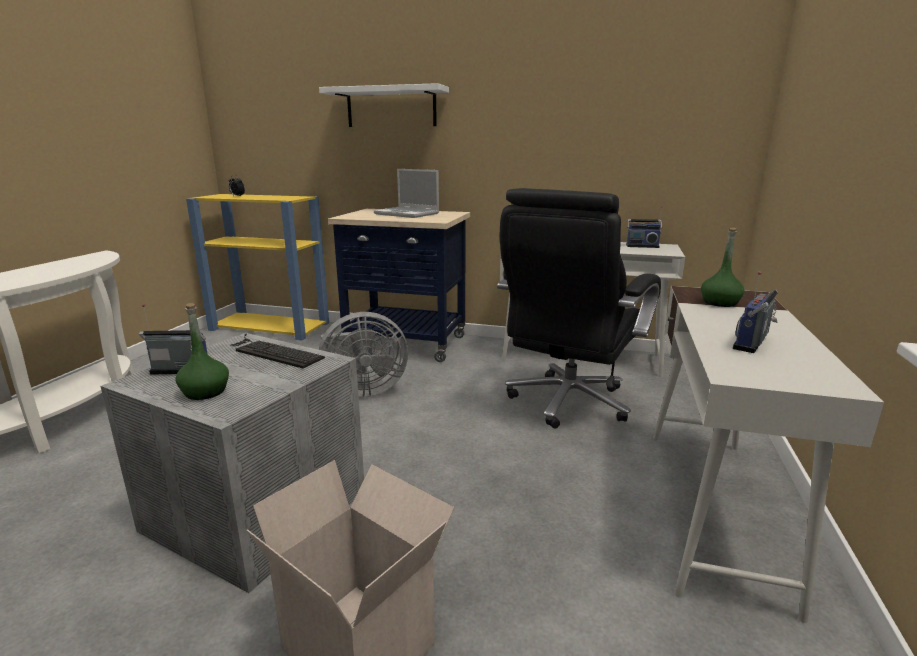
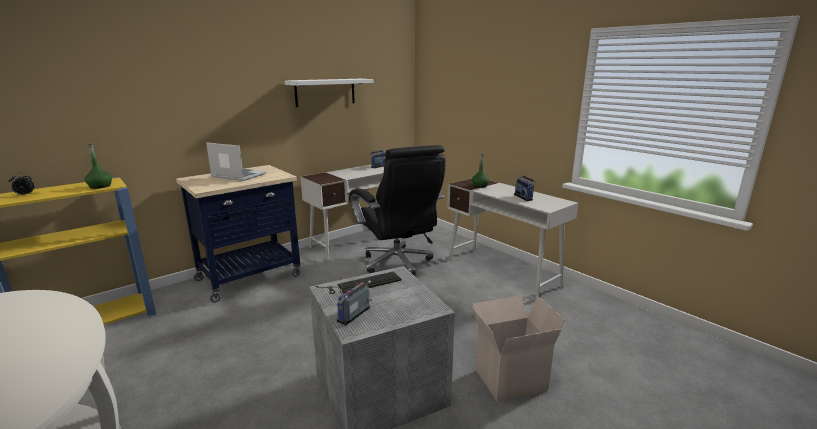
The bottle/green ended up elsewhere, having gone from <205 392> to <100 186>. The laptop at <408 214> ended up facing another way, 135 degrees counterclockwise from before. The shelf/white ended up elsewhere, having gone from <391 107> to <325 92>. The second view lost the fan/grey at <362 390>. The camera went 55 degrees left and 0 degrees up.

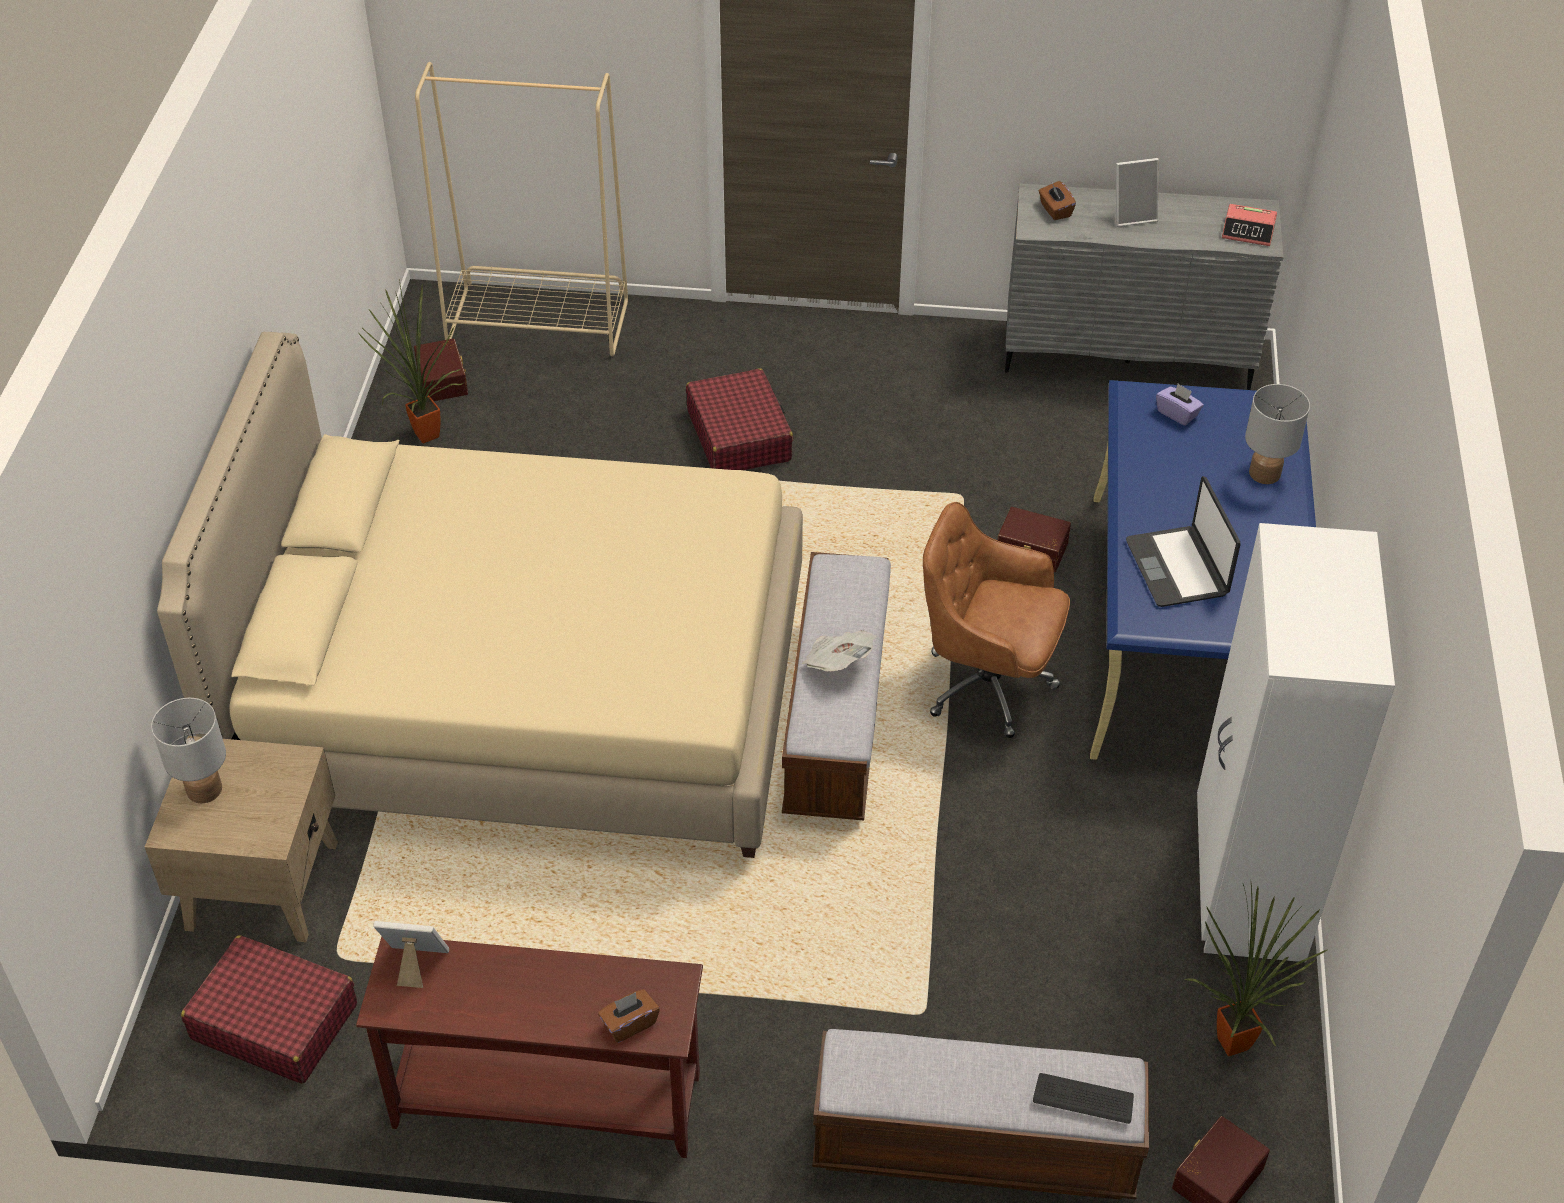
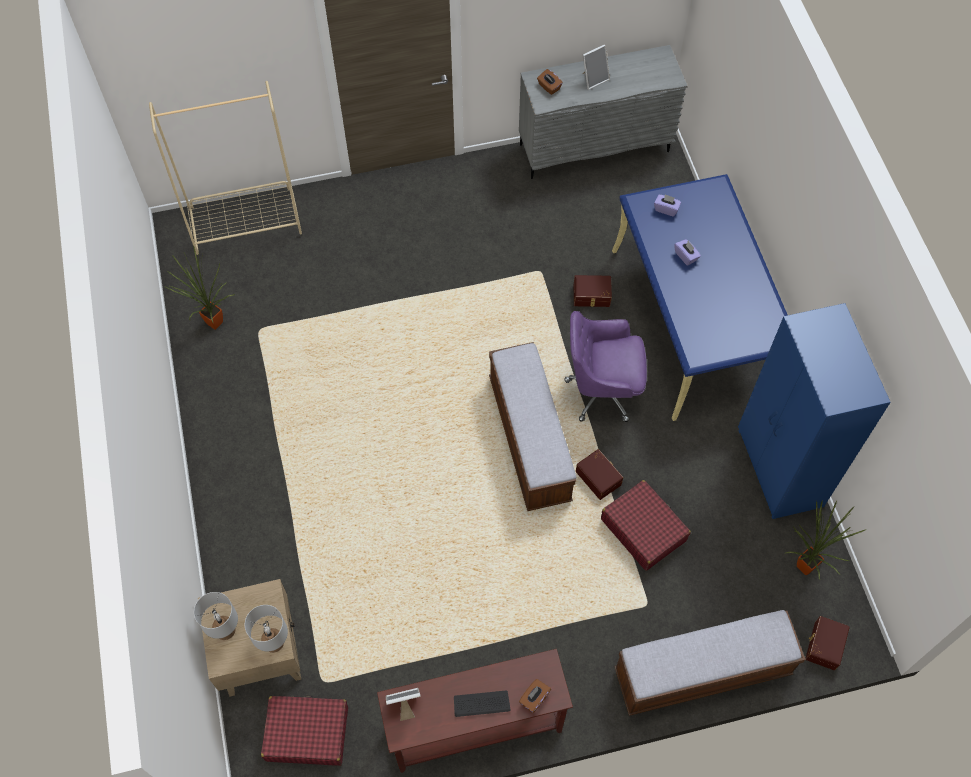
The table lamp/grey ended up elsewhere, having gone from <1264 473> to <273 642>. The keyboard ended up elsewhere, having gone from <1083 1099> to <481 704>. What was the office chair/brown at <988 684> turned into the office chair/purple at <602 391>. The storage box/brown ended up elsewhere, having gone from <444 380> to <599 477>. The suitcase/red ended up elsewhere, having gone from <739 435> to <643 529>. The second view gained the tissue box/purple at <686 256>. What was the wardrobe/white at <1247 882> turned into the wardrobe/blue at <778 469>. The second view lost the bed/beige at <524 691>. The second view lost the newspaper at <838 662>. The second view lost the laptop at <1178 568>. The second view lost the alarm clock at <1248 231>. The camera went 20 degrees left and 15 degrees up.

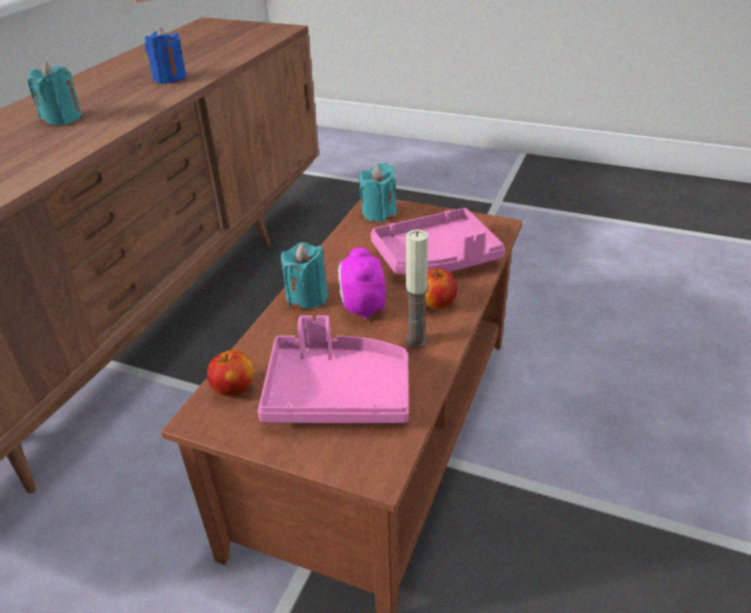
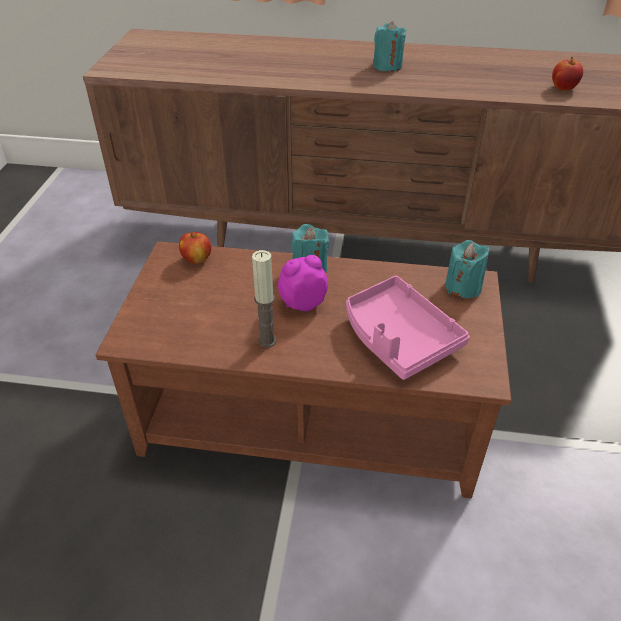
The apple ended up elsewhere, having gone from <437 304> to <563 88>. The second view lost the candle/blue at <170 78>. The second view lost the tray/pink at <337 393>. The camera went 75 degrees right and 5 degrees up.

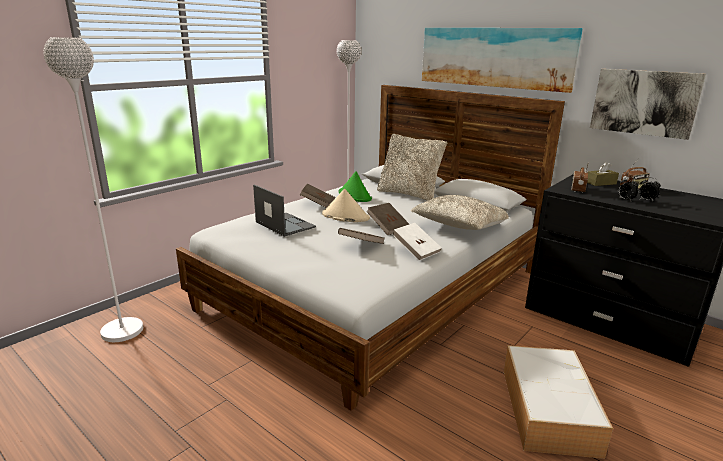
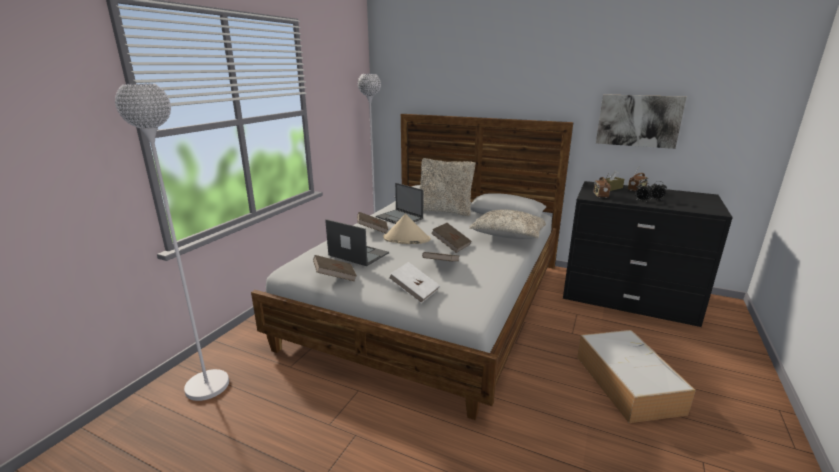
The second view gained the book/brown at <335 277>. Where the hat/green stood at <355 195>, the laptop came to stand at <400 218>. The book/white ended up elsewhere, having gone from <416 251> to <414 291>. The second view lost the picture at <494 57>. The camera went 15 degrees left and 0 degrees up.

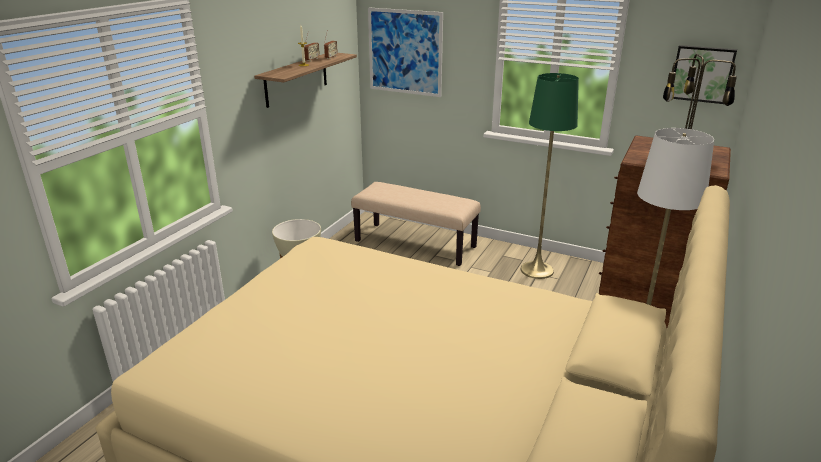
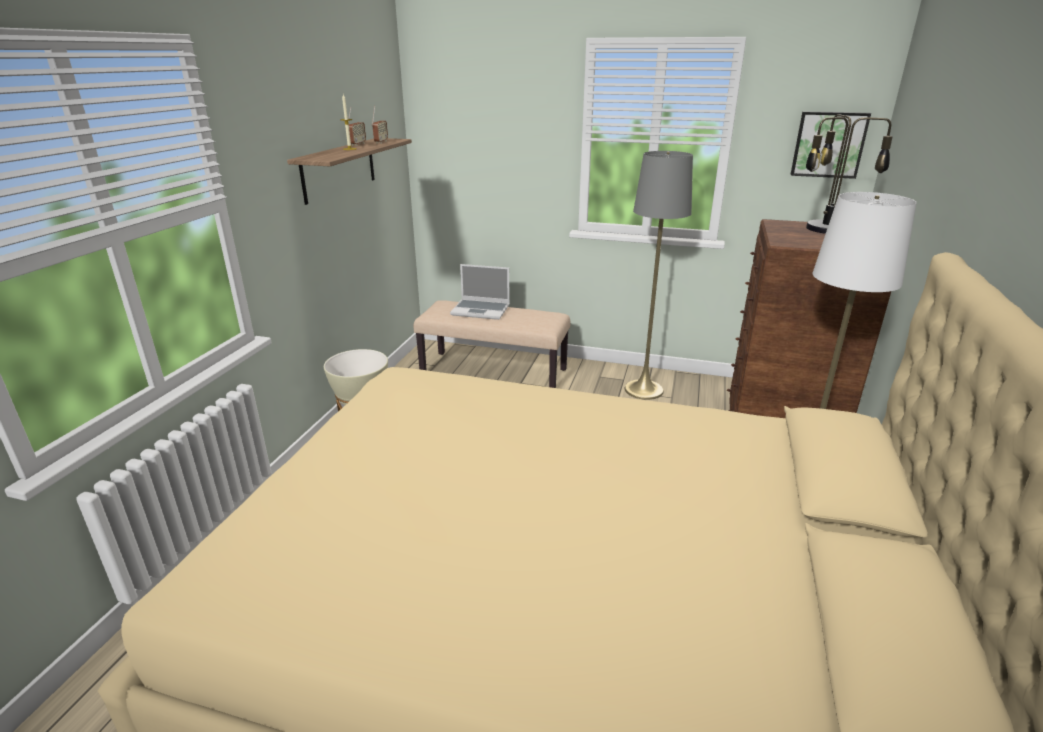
The second view gained the laptop at <481 310>. What was the floor lamp/green at <537 270> turned into the floor lamp/grey at <644 390>. The second view lost the picture at <405 52>. The camera went 10 degrees left and 0 degrees up.

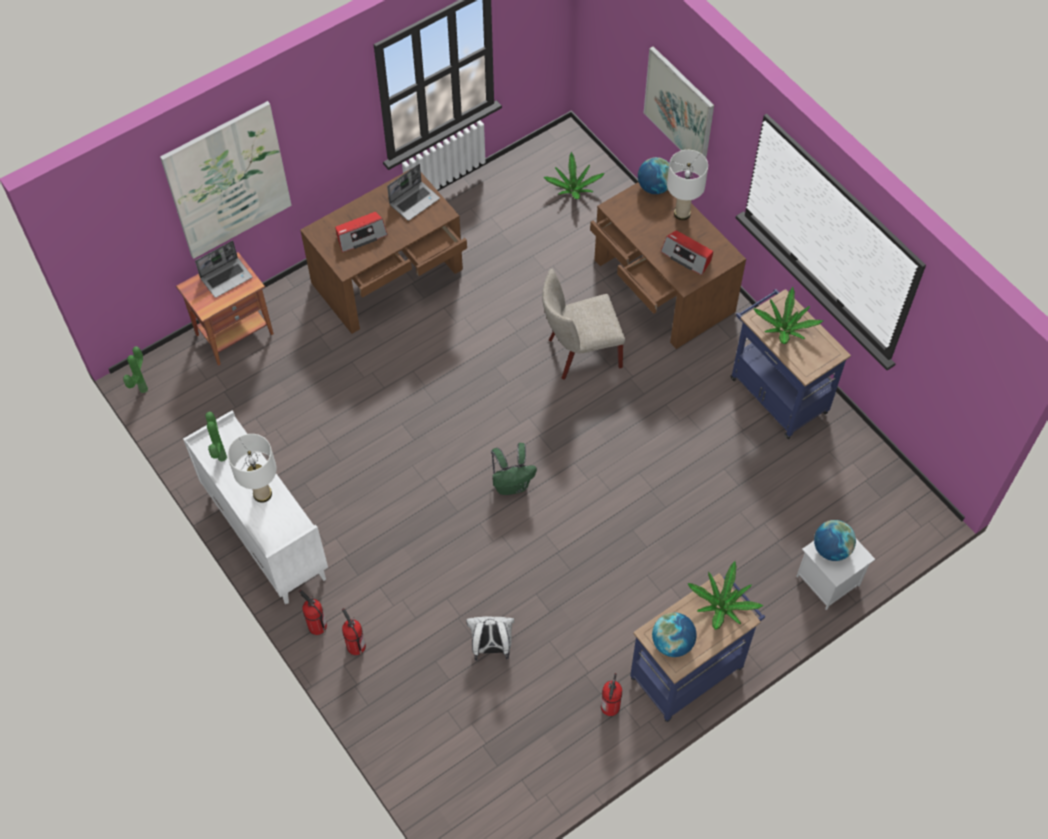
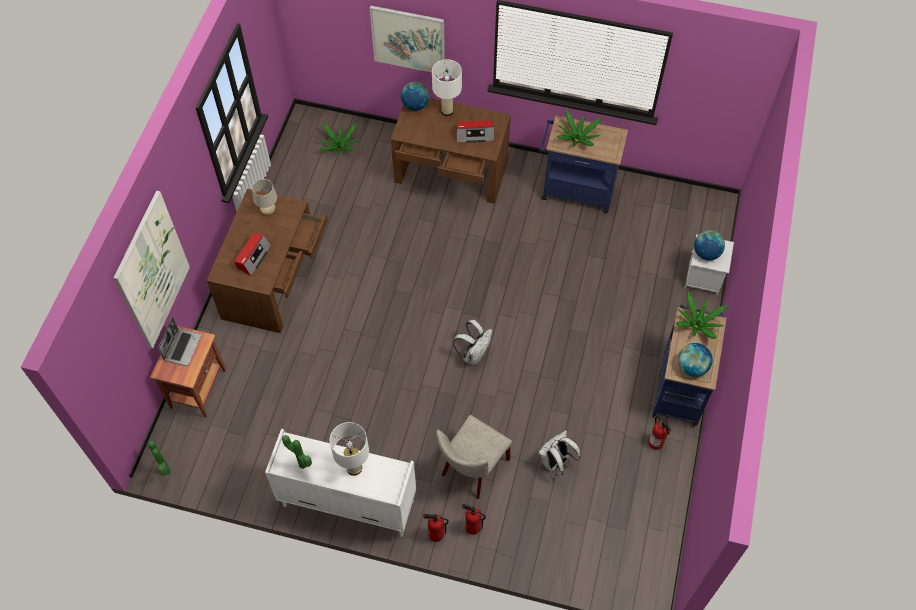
Where the laptop stood at <414 201>, the table lamp/beige came to stand at <268 211>. The chair/beige ended up elsewhere, having gone from <579 353> to <472 470>. What was the backpack/green at <512 484> turned into the backpack/white at <474 354>. The camera went 40 degrees left and 0 degrees up.

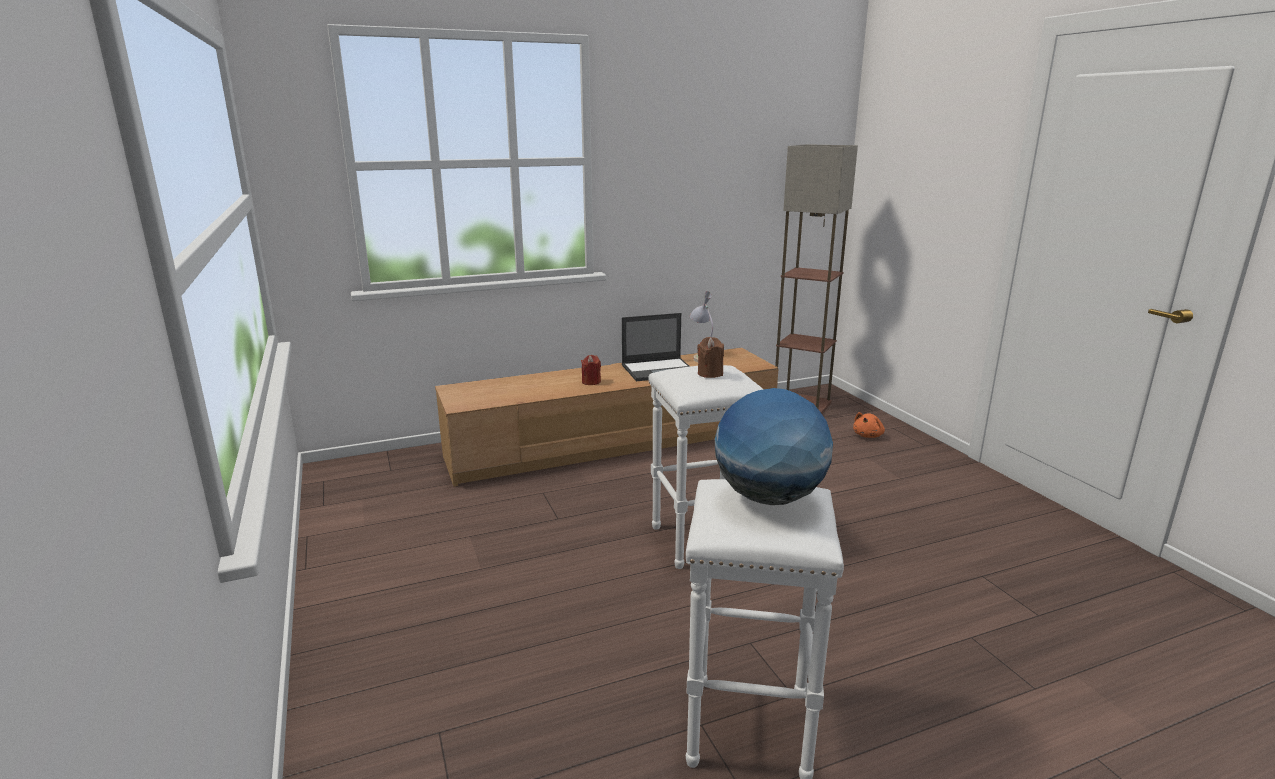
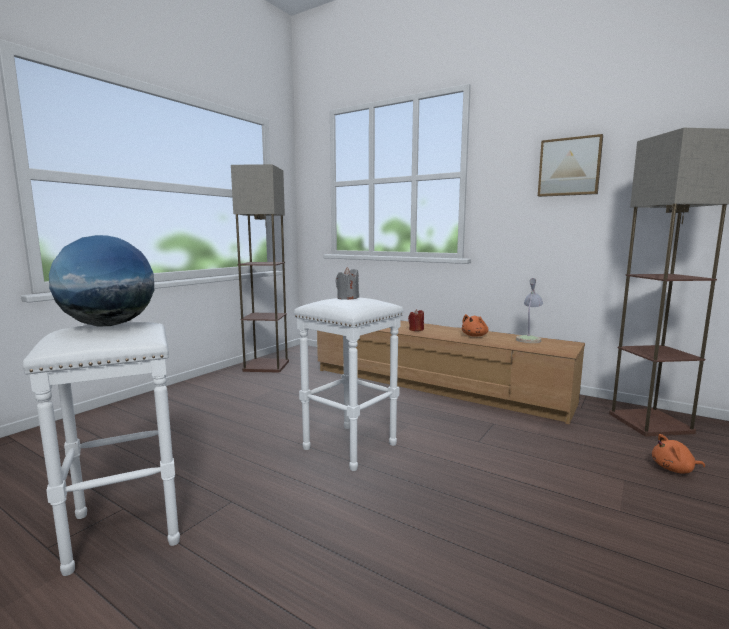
The second view gained the floor lamp at <267 366>. What was the candle/brown at <710 373> turned into the candle/grey at <347 298>. Where the laptop stood at <659 370>, the plush toy/orange came to stand at <475 336>. The second view gained the picture at <569 167>. The camera went 55 degrees right and 10 degrees down.

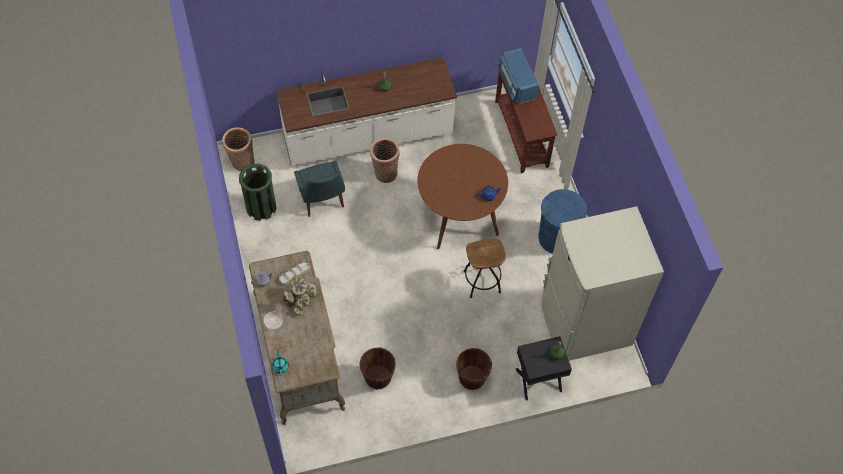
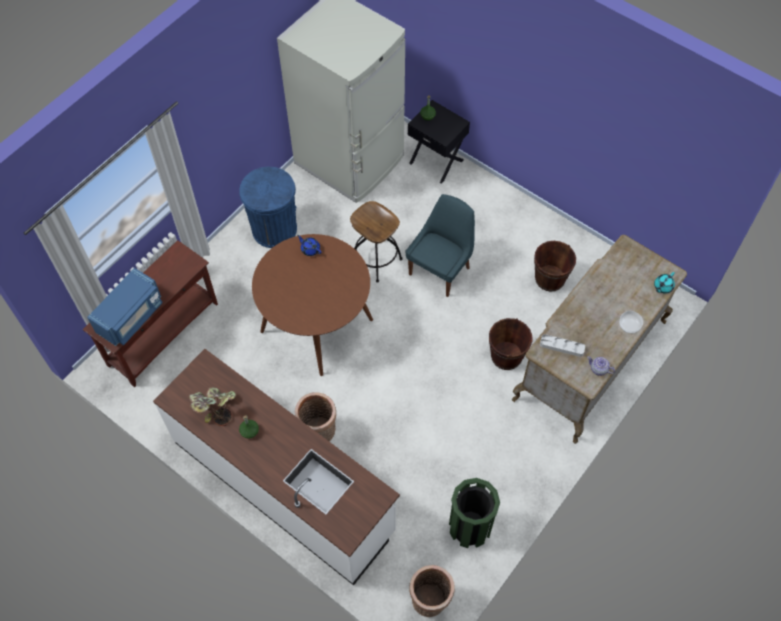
The potted plant ended up elsewhere, having gone from <300 299> to <214 409>. The chair/blue ended up elsewhere, having gone from <322 200> to <440 269>. The bucket/brown ended up elsewhere, having gone from <472 378> to <506 356>. The camera went 125 degrees left and 0 degrees up.

